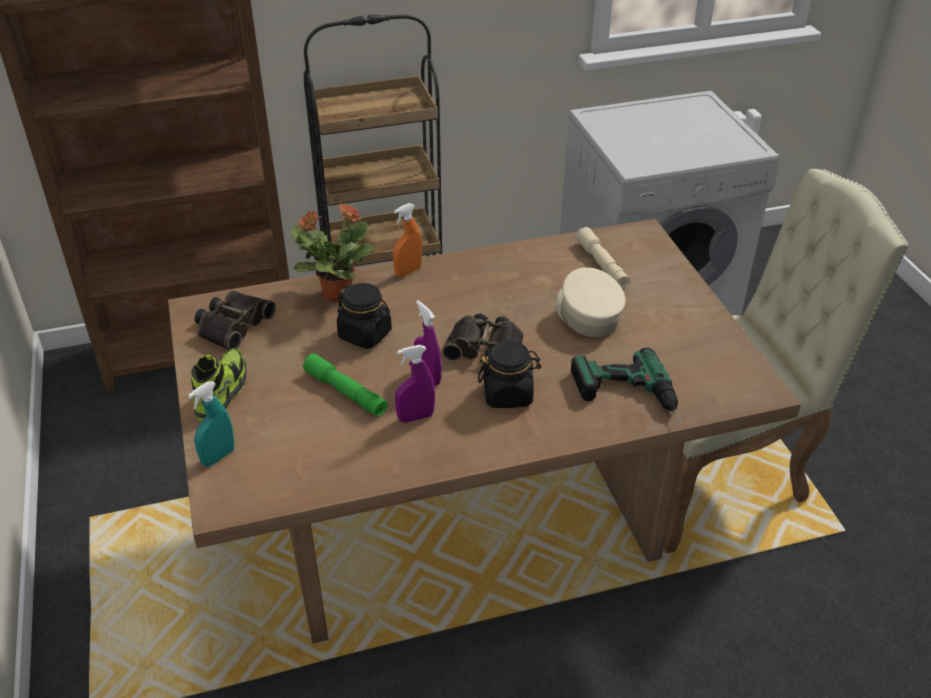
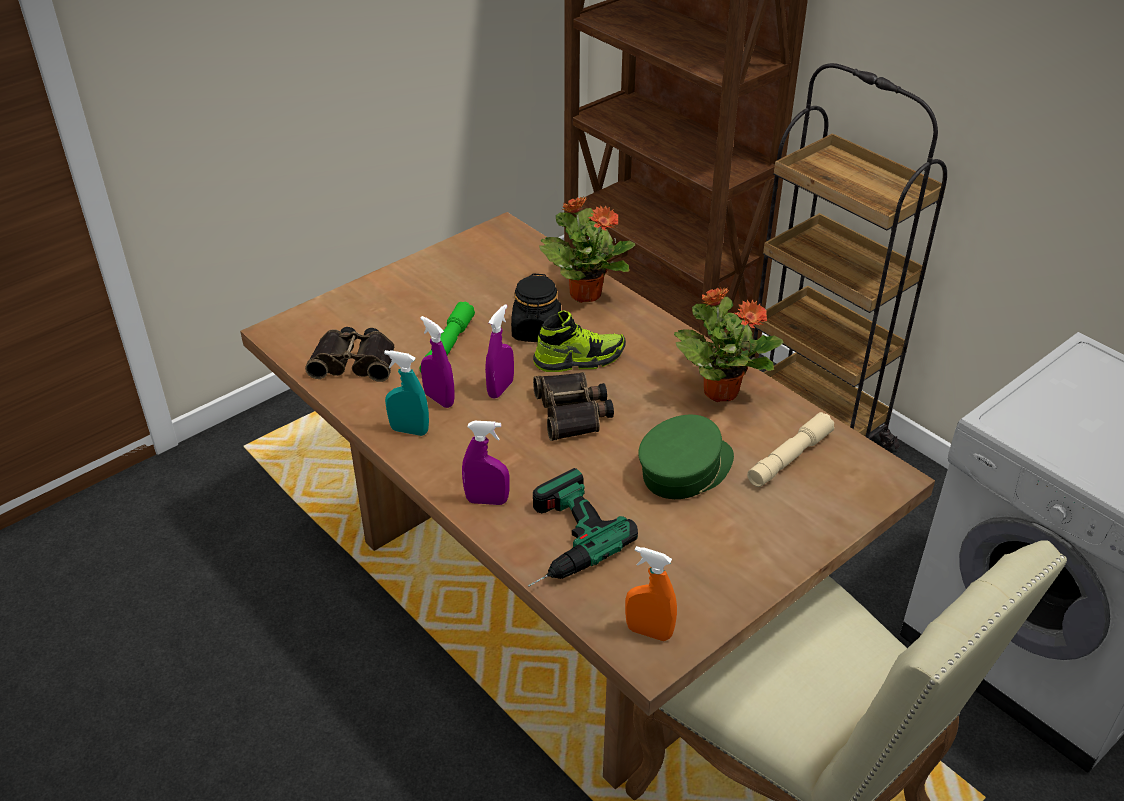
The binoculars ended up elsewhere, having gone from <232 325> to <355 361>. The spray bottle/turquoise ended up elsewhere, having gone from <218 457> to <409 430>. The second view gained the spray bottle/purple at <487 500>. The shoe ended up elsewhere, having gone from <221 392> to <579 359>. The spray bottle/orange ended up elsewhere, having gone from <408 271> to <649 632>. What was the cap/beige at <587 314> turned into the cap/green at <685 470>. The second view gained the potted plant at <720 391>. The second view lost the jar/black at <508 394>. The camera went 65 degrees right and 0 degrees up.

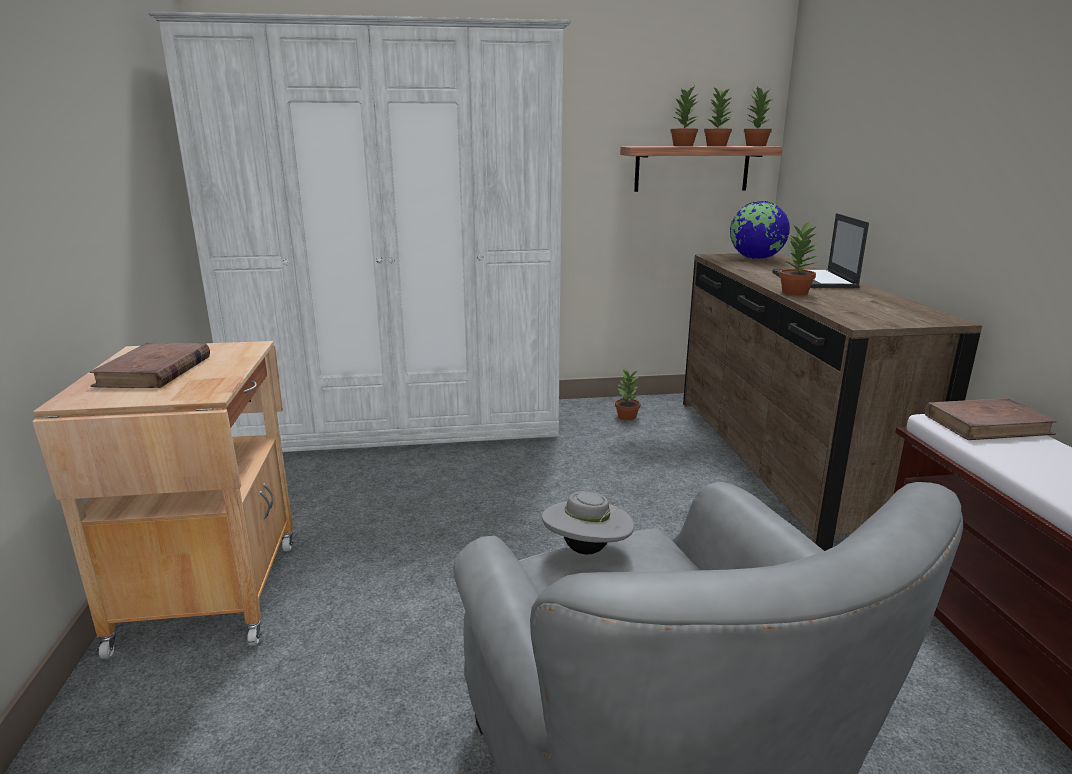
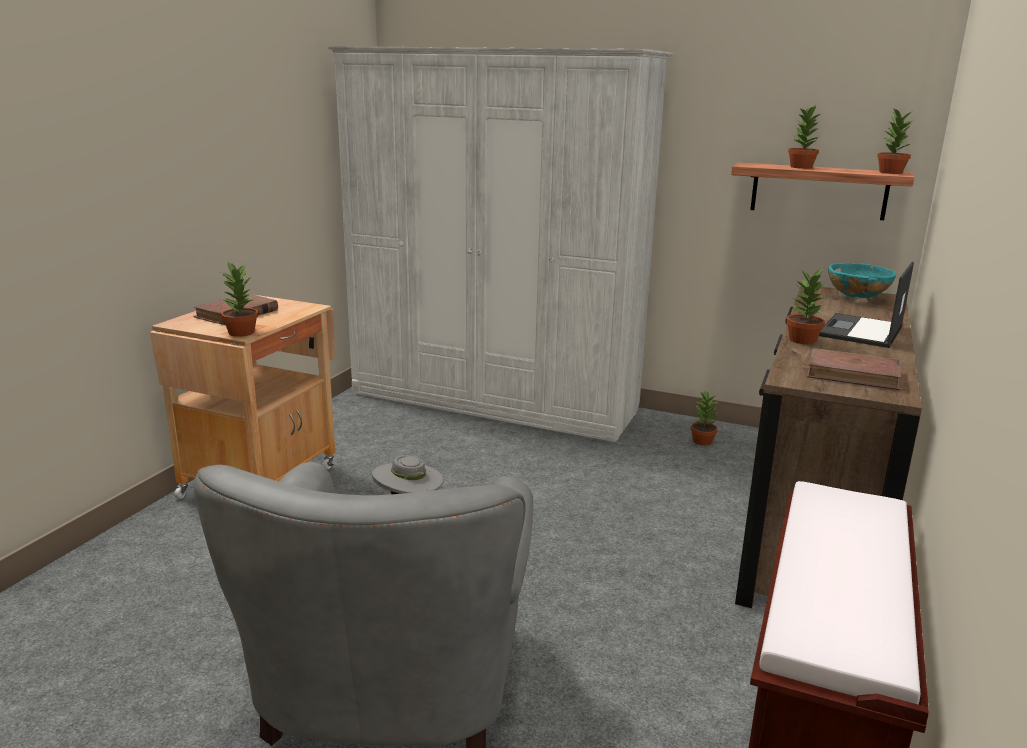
The potted plant ended up elsewhere, having gone from <716 146> to <242 332>. The book/brown ended up elsewhere, having gone from <987 424> to <853 374>. Where the globe stood at <756 259>, the bowl/turquoise came to stand at <857 299>. The camera went 30 degrees right and 0 degrees up.

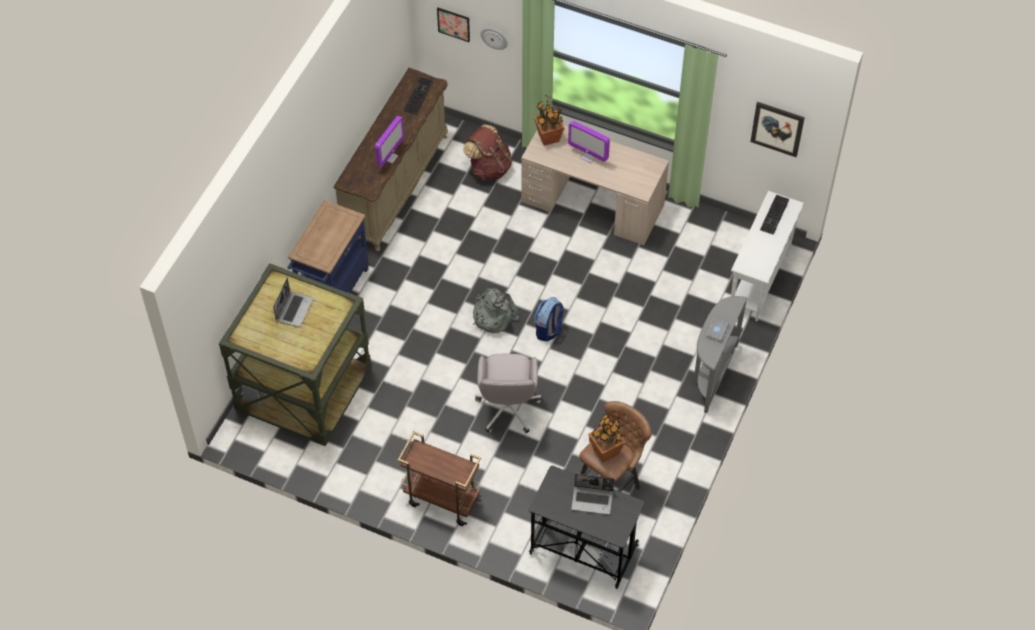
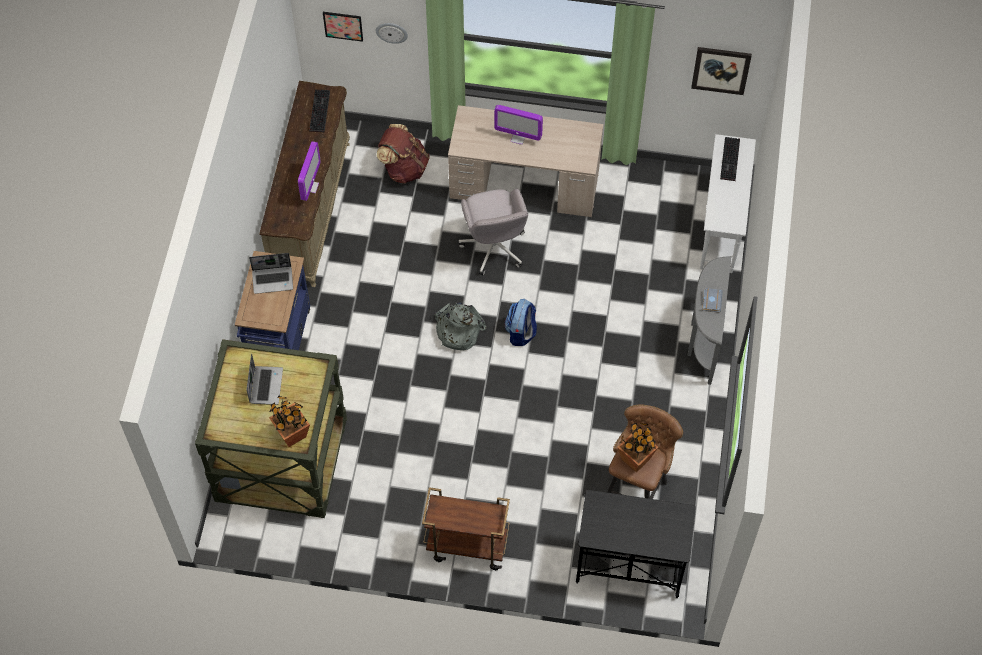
The laptop ended up elsewhere, having gone from <592 500> to <273 280>. The potted plant ended up elsewhere, having gone from <549 138> to <292 434>. The office chair/grey ended up elsewhere, having gone from <507 409> to <494 248>. The camera went 15 degrees left and 5 degrees up.

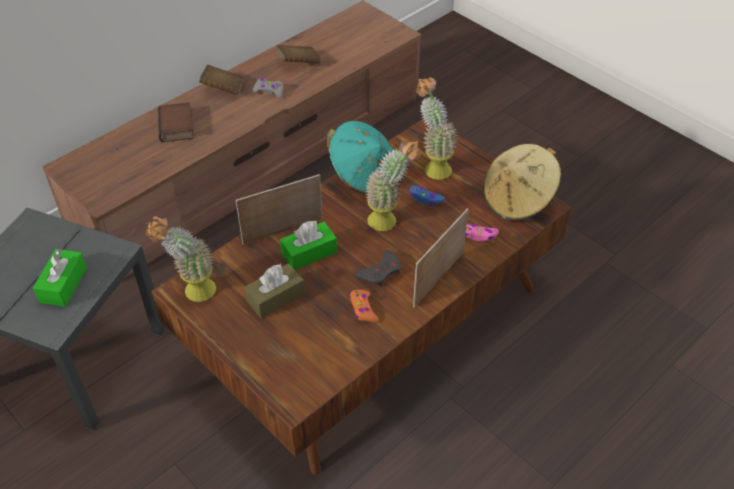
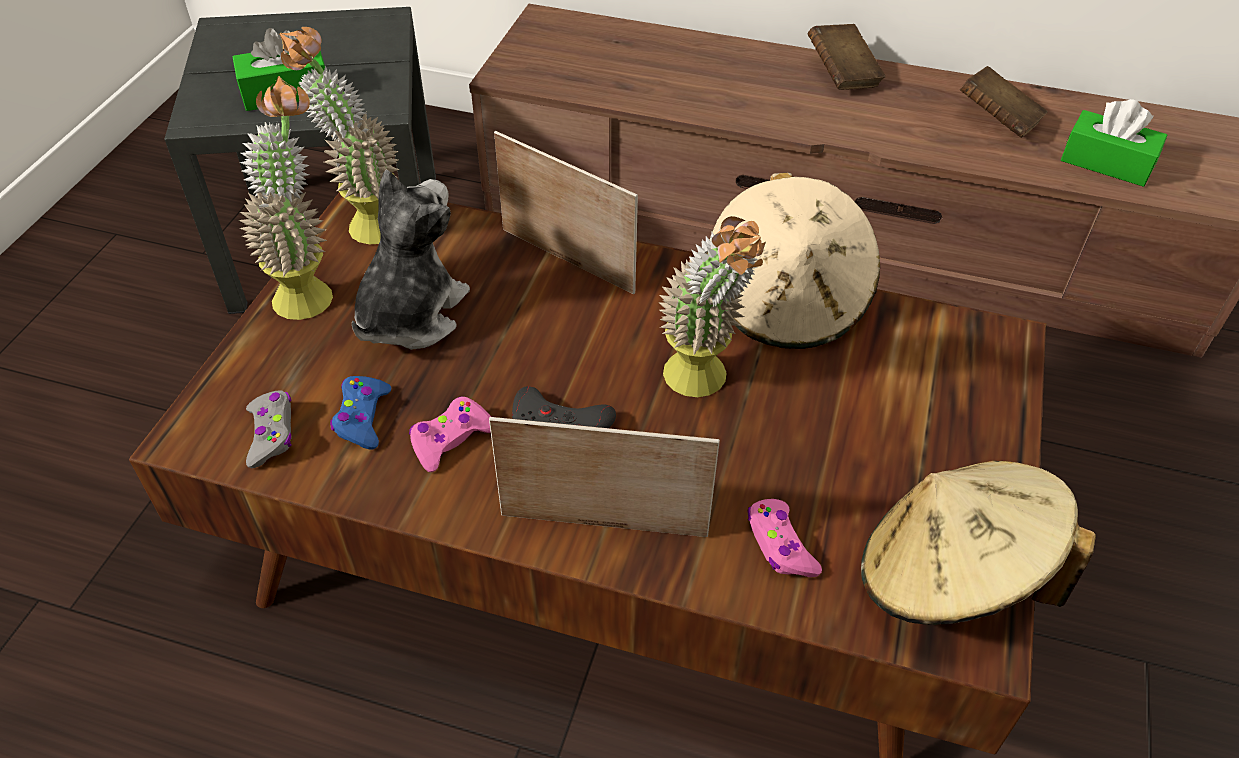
The potted plant ended up elsewhere, having gone from <432 167> to <309 288>. The game controller/grey ended up elsewhere, having gone from <269 91> to <271 434>. The game controller/blue ended up elsewhere, having gone from <425 199> to <362 418>. Where the tissue box/brown stood at <275 297>, the plush toy came to stand at <410 315>. What was the game controller/orange at <363 309> turned into the game controller/pink at <450 439>. What was the hat/turquoise at <363 176> turned into the hat/beige at <786 302>. The tissue box/green ended up elsewhere, having gone from <309 253> to <1106 162>. The second view lost the book at <178 126>. The camera went 60 degrees right and 0 degrees up.

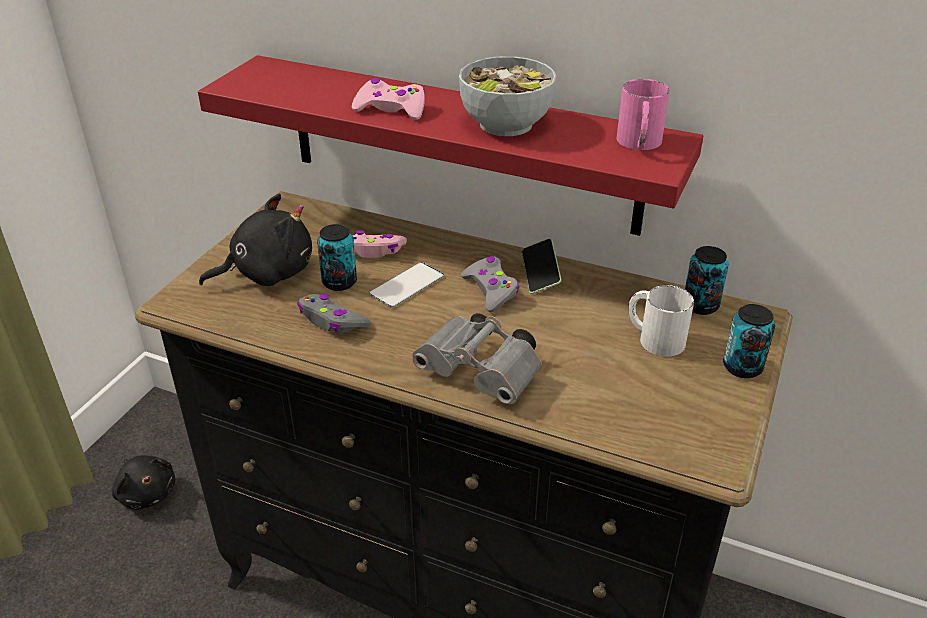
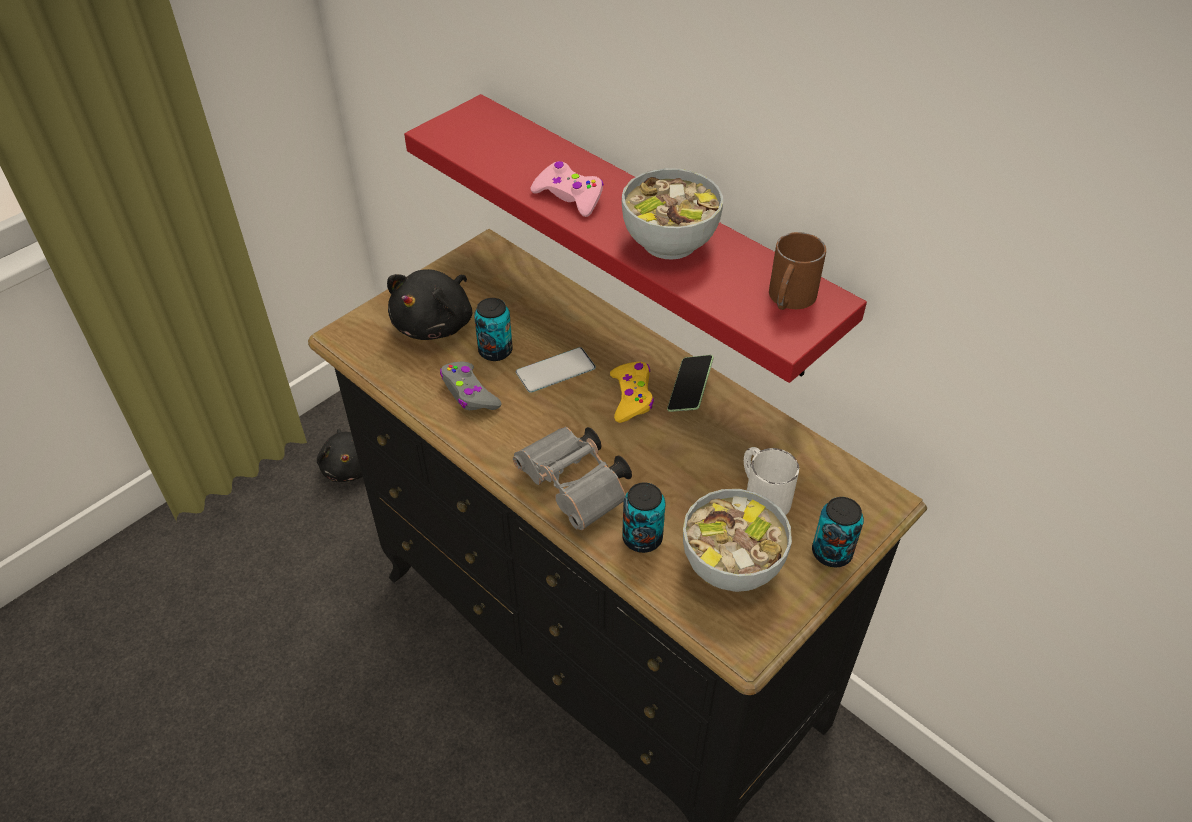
The plush toy/black at <267 273> ended up facing another way, 120 degrees clockwise from before. What was the game controller/grey at <491 290> turned into the game controller/yellow at <631 397>. The can ended up elsewhere, having gone from <700 305> to <642 538>. The second view gained the bowl at <731 564>. What was the mug/pink at <639 144> turned into the mug/brown at <789 299>. The second view lost the game controller/pink at <373 251>. The camera went 20 degrees right and 10 degrees up.

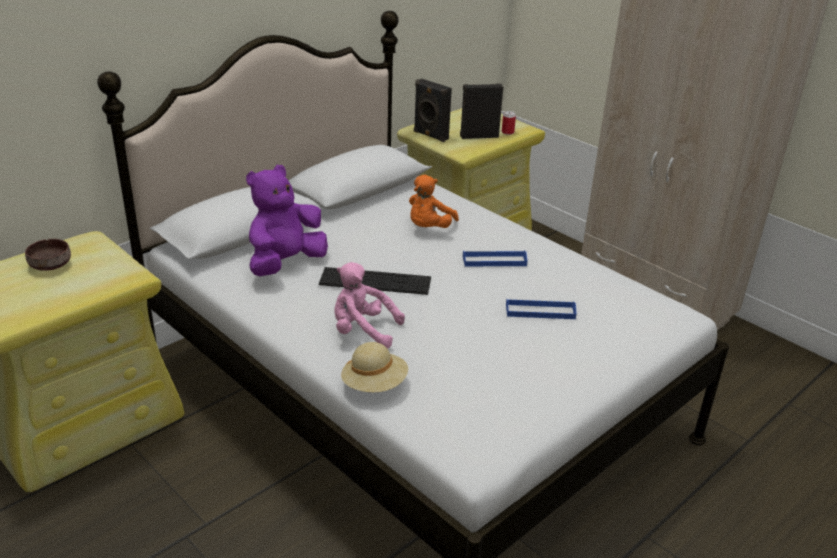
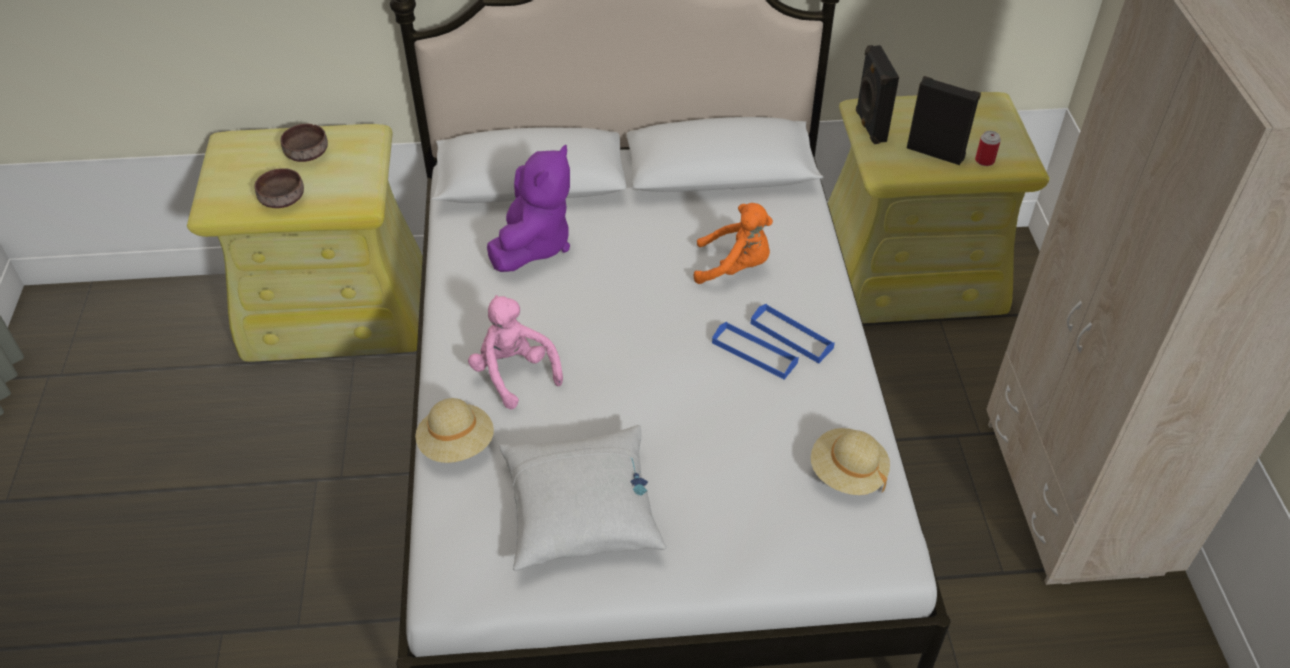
The second view gained the bowl/brown at <281 198>. The plush toy/purple at <285 263> ended up facing another way, 120 degrees clockwise from before. The second view gained the pillow/grey at <581 512>. The plush toy/orange at <429 228> ended up facing another way, 150 degrees counterclockwise from before. The tray/blue ended up elsewhere, having gone from <540 311> to <791 336>. The second view gained the hat/beige at <847 473>. The second view lost the keyboard at <375 281>. The camera went 40 degrees right and 15 degrees up.

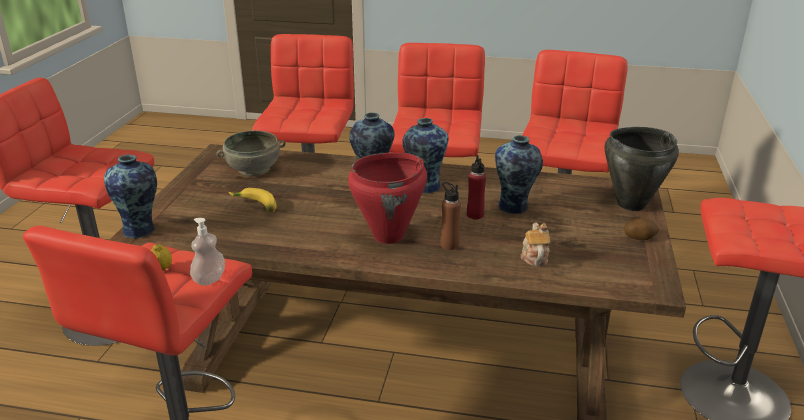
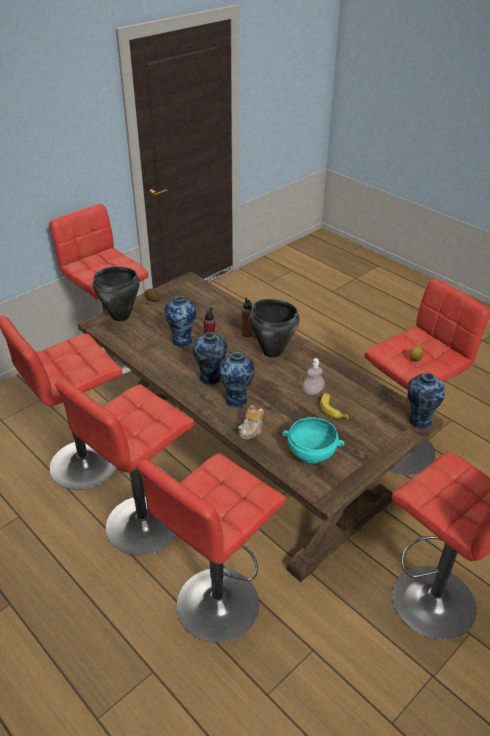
The teapot ended up elsewhere, having gone from <534 256> to <251 430>. What was the cooking pot/red at <389 236> turned into the cooking pot/black at <272 351>. What was the bowl/grey at <253 169> turned into the bowl/turquoise at <311 453>. The soap dispenser ended up elsewhere, having gone from <209 279> to <313 391>. The camera went 145 degrees left and 10 degrees up.

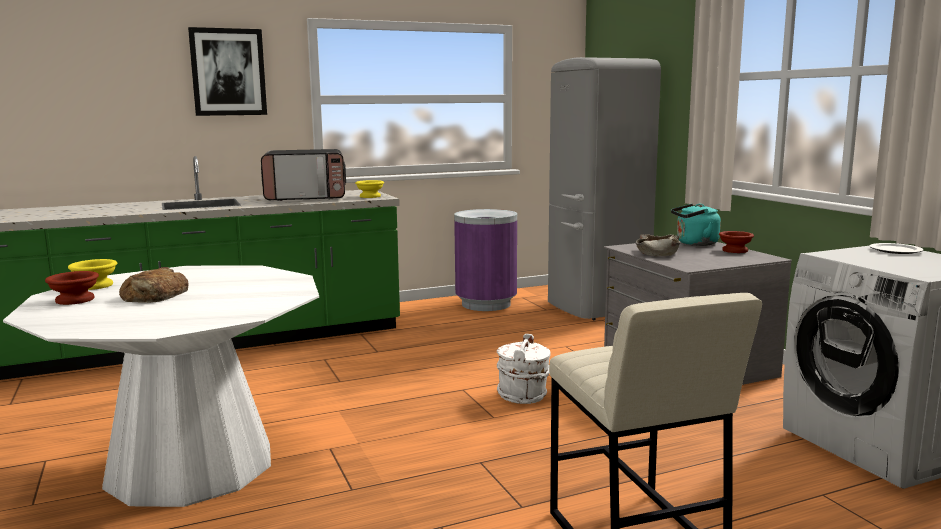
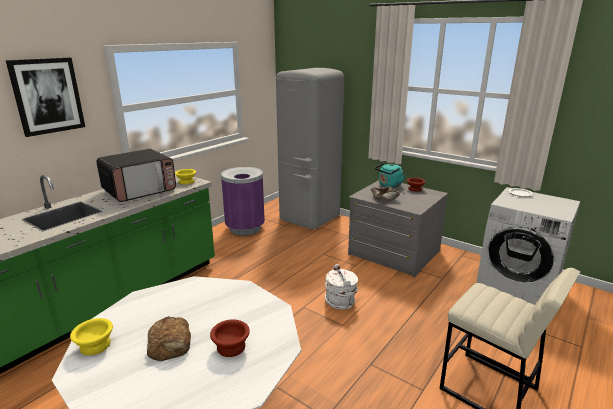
The bowl/brown ended up elsewhere, having gone from <74 300> to <230 347>. The camera went 30 degrees left and 10 degrees up.

